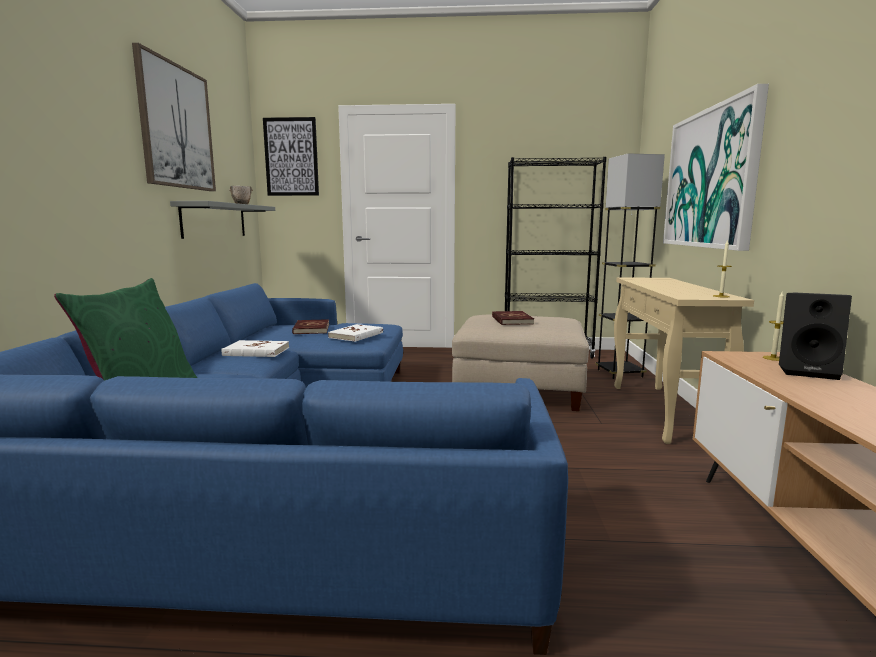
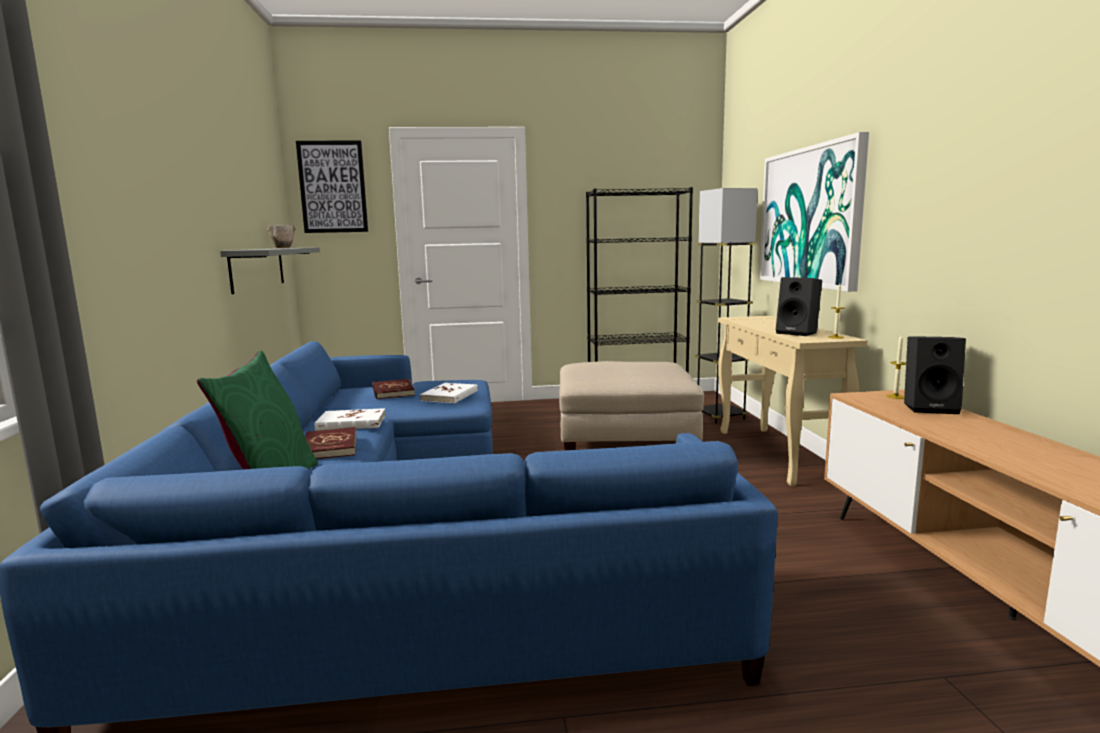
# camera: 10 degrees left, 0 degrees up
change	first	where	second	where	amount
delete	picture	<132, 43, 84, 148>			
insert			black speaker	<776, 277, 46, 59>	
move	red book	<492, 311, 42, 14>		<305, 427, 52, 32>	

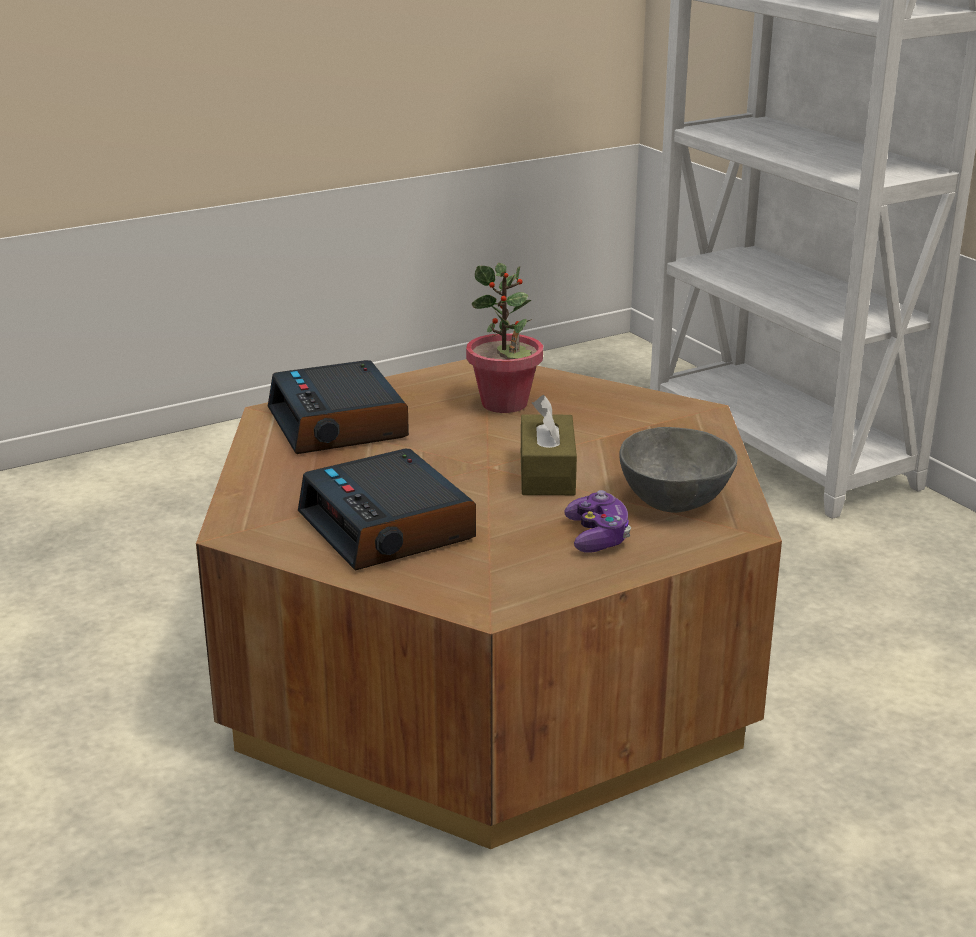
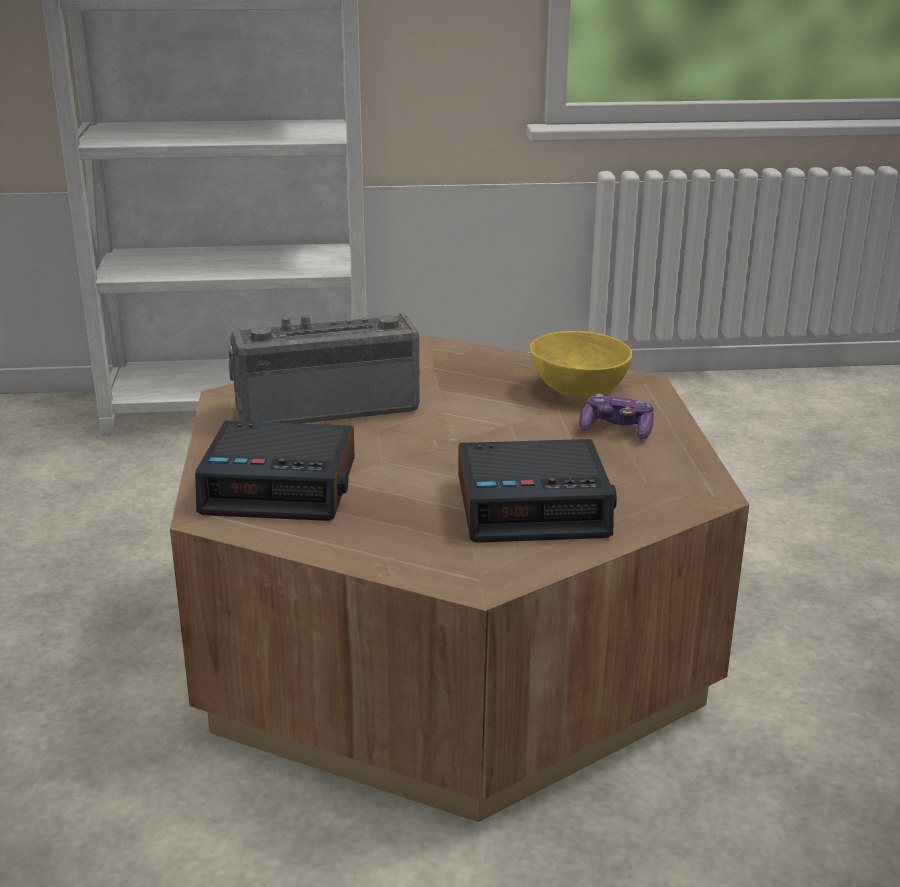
# camera: 65 degrees left, 0 degrees up
change	first	where	second	where	amount
delete	brown tissue box	<521, 395, 56, 100>			
replace	potted plant	<466, 263, 77, 150>	radio	<228, 314, 192, 110>	
recolor	grey bowl	<619, 427, 119, 86>	yellow bowl	<530, 331, 103, 68>	

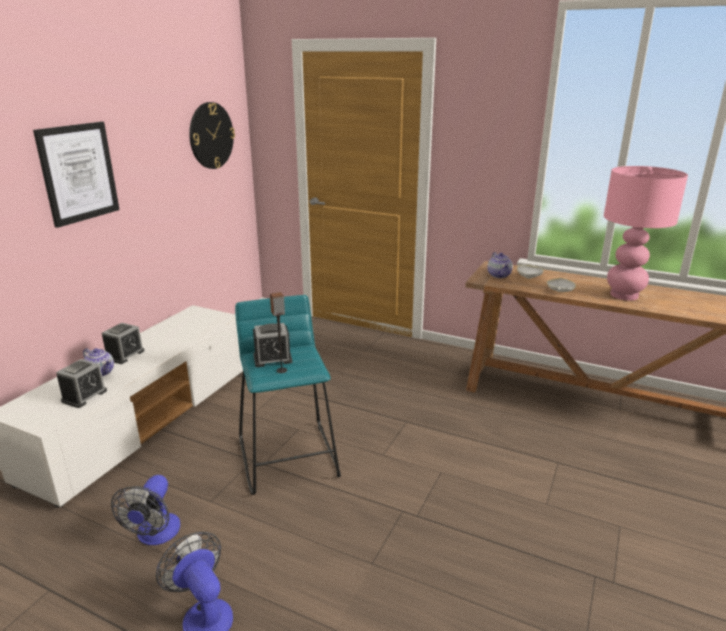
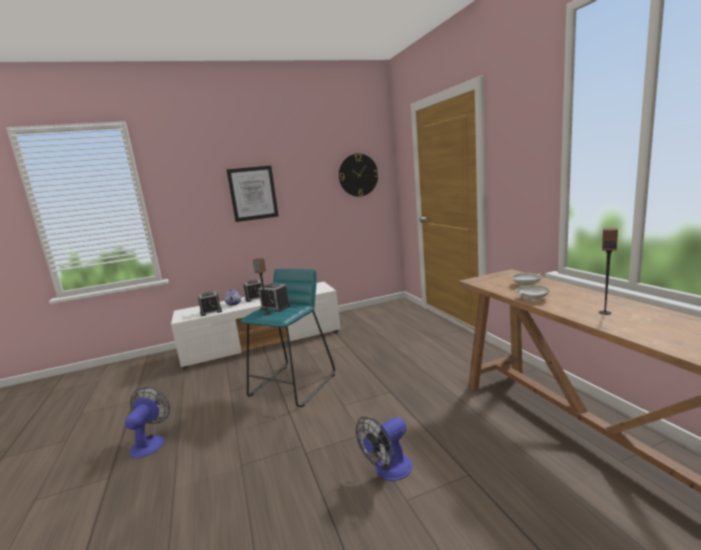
# camera: 45 degrees right, 10 degrees down
change	first	where	second	where	amount
delete	teapot	<487, 252, 26, 26>			
move	fan	<111, 475, 69, 70>		<356, 417, 56, 64>	
replace	pink table lamp	<604, 166, 84, 135>	speaker	<599, 228, 19, 87>	

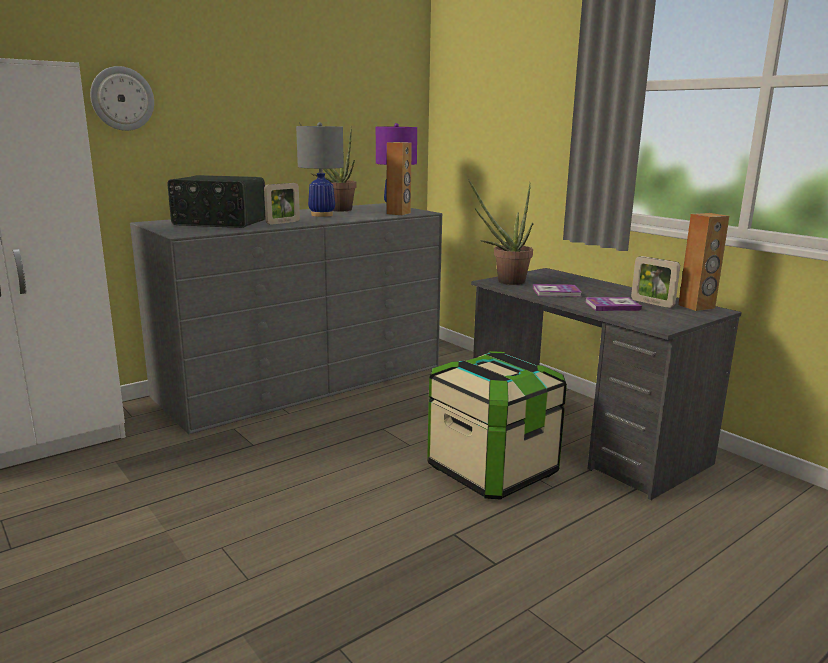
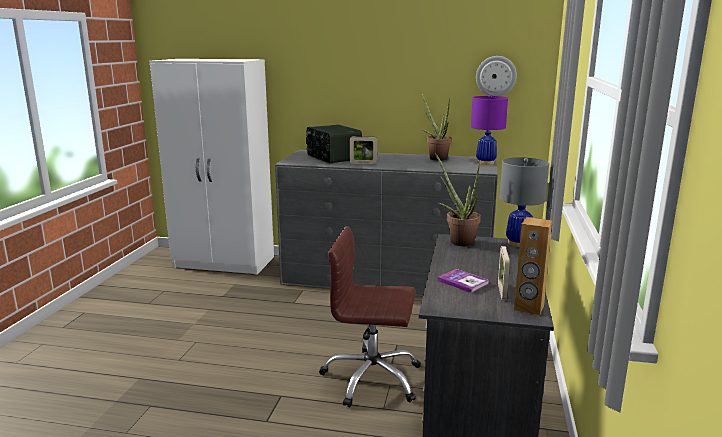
# camera: 50 degrees right, 0 degrees up
change	first	where	second	where	amount
delete	brown speaker	<387, 142, 25, 73>			
delete	book	<533, 284, 49, 13>			
move	wall clock	<90, 66, 64, 65>		<476, 56, 41, 40>	
move	grey table lamp	<296, 122, 48, 95>		<500, 157, 49, 90>	
replace	storage box	<427, 351, 140, 149>	brown office chair	<319, 226, 102, 181>	

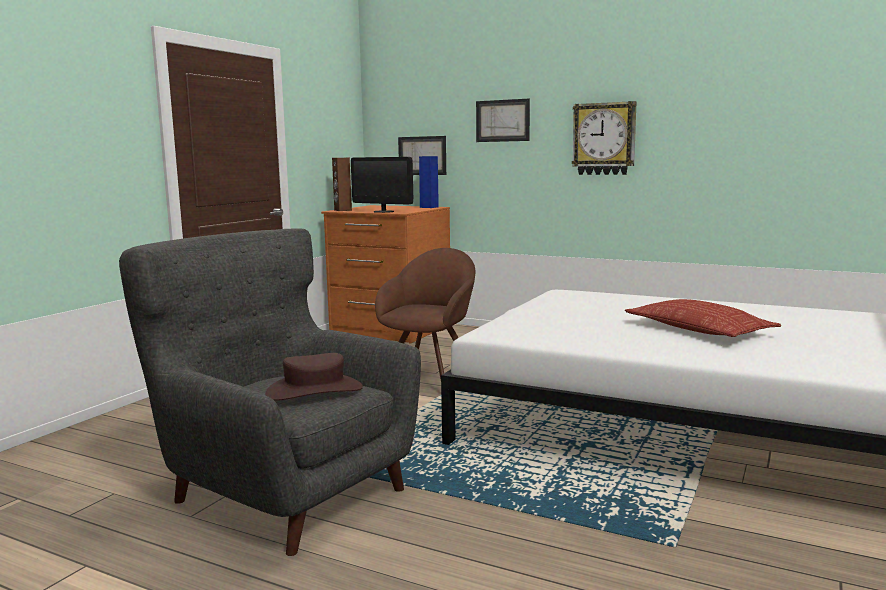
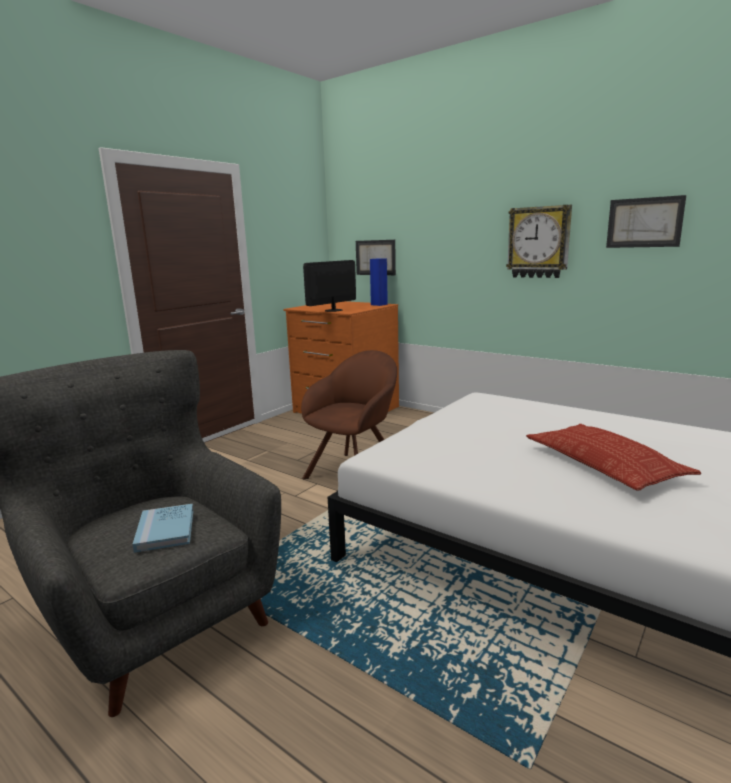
# camera: 10 degrees right, 5 degrees up
change	first	where	second	where	amount
delete	brown speaker	<332, 158, 20, 53>			
move	picture	<476, 99, 54, 43>		<606, 195, 80, 53>	
replace	brown hat	<265, 353, 98, 48>	blue book	<132, 504, 61, 49>	
rotate	monitor	<351, 157, 62, 56>		<303, 260, 53, 52>	90 degrees clockwise

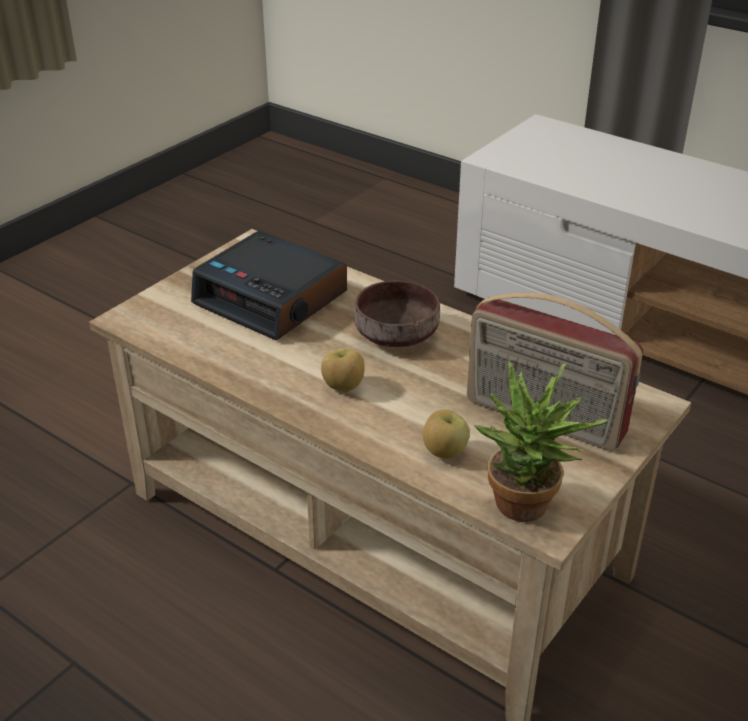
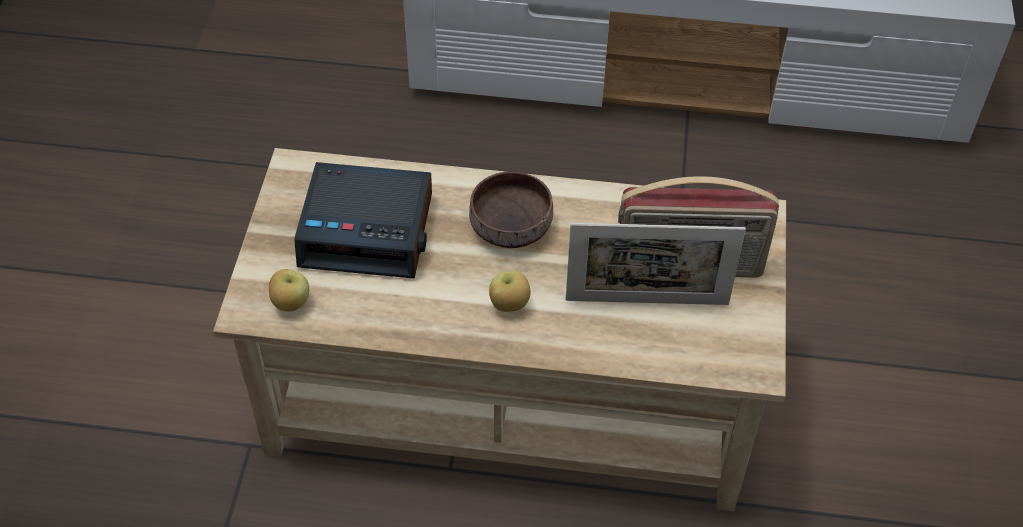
# camera: 30 degrees left, 15 degrees up
change	first	where	second	where	amount
delete	potted plant	<473, 361, 136, 161>			
insert			picture frame	<566, 223, 180, 82>	
move	apple	<423, 409, 47, 50>		<269, 269, 40, 43>	

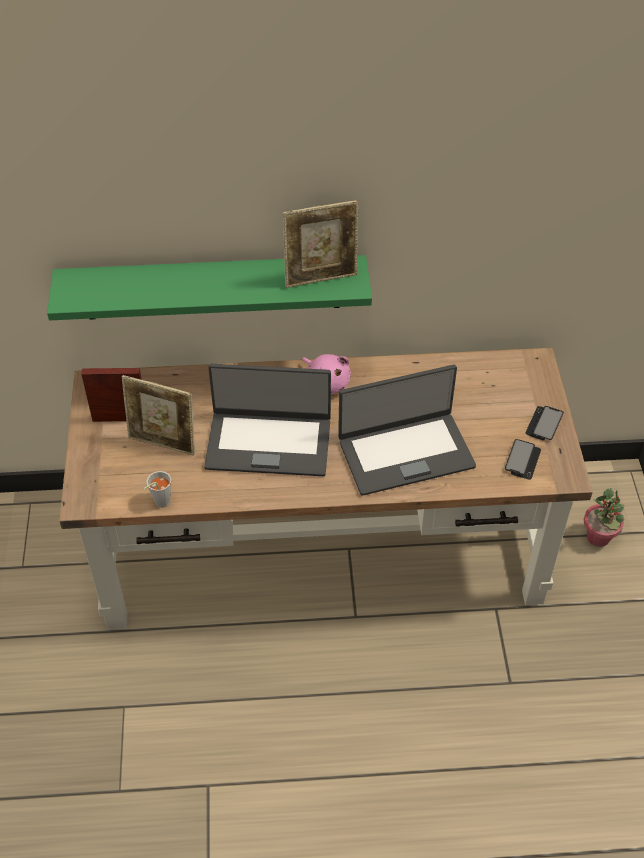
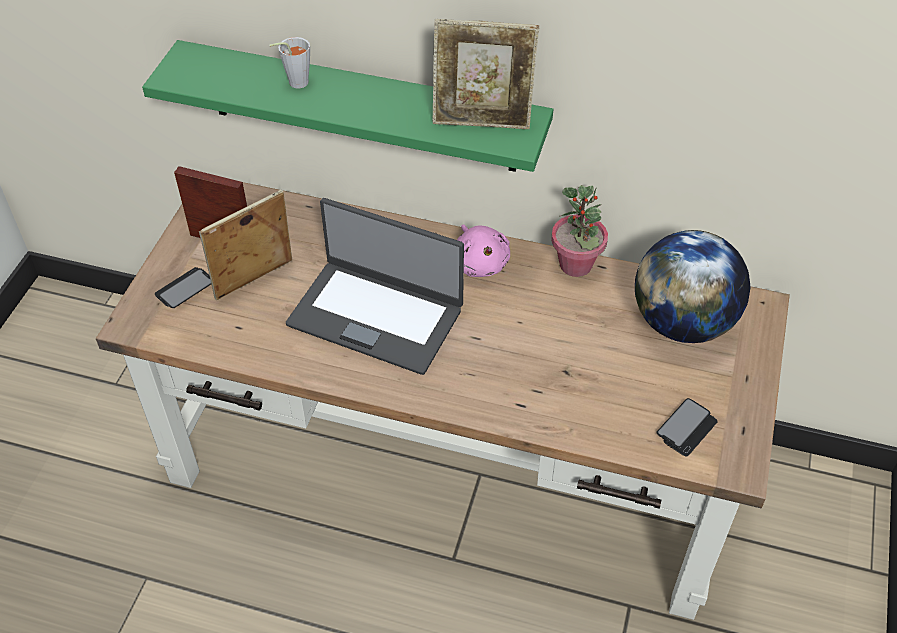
# camera: 20 degrees right, 0 degrees up
change	first	where	second	where	amount
delete	laptop	<338, 365, 138, 131>			
insert			globe	<635, 230, 116, 113>	
move	grey cup	<144, 471, 28, 37>		<269, 37, 41, 51>	
move	phone	<525, 406, 39, 34>		<155, 267, 56, 41>	
move	potted plant	<584, 488, 41, 59>		<551, 185, 57, 92>	
rotate	picture frame	<122, 375, 73, 81>		<199, 190, 93, 110>	105 degrees clockwise

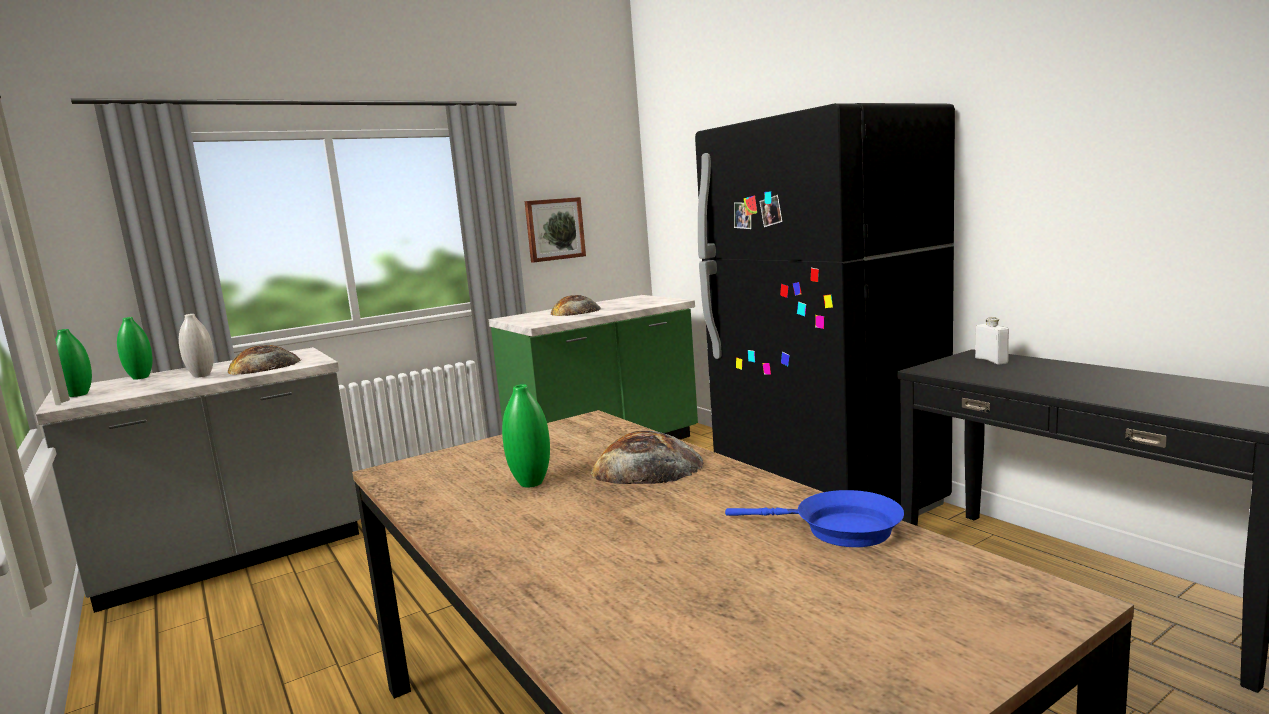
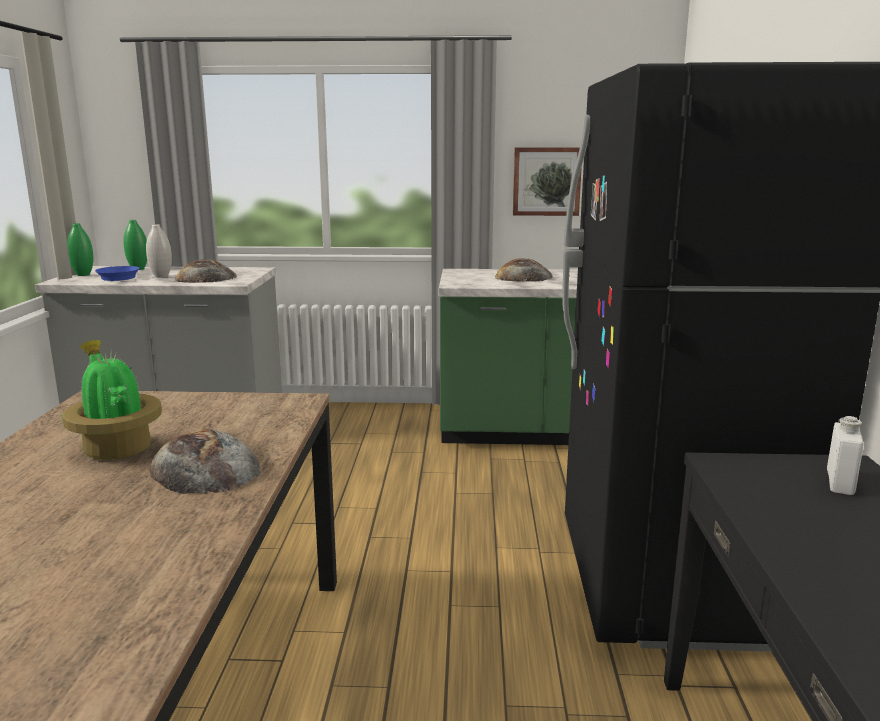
# camera: 35 degrees right, 5 degrees up
change	first	where	second	where	amount
move	blue frying pan	<725, 490, 179, 57>		<95, 266, 45, 15>	
replace	green vase	<502, 384, 48, 104>	potted plant	<62, 340, 100, 120>	

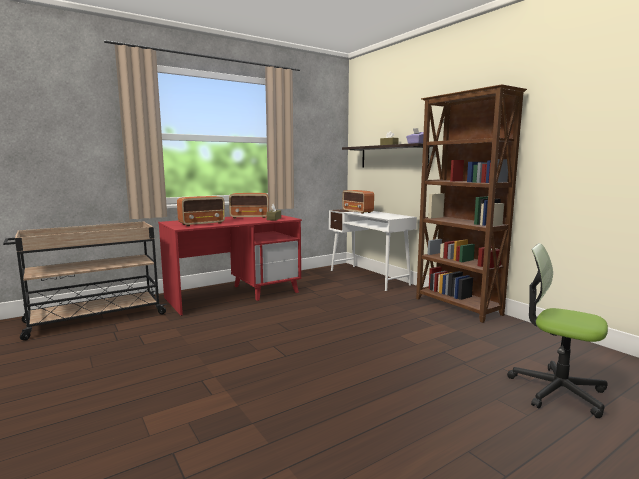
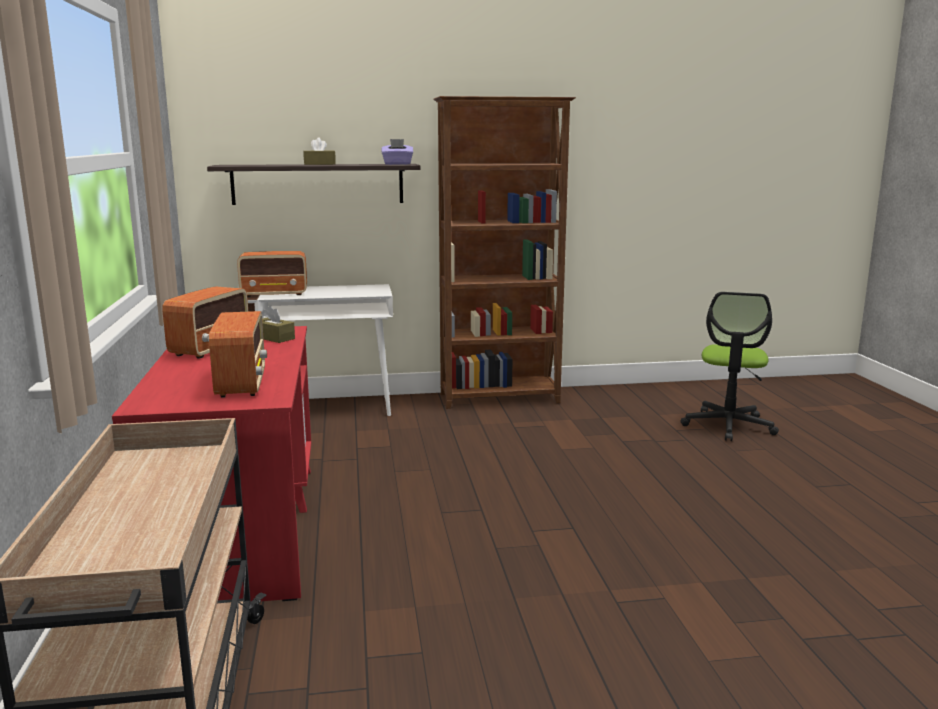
# camera: 65 degrees left, 5 degrees up
change	first	where	second	where	amount
rotate	office chair	<507, 243, 101, 175>		<681, 292, 98, 149>	45 degrees counterclockwise

